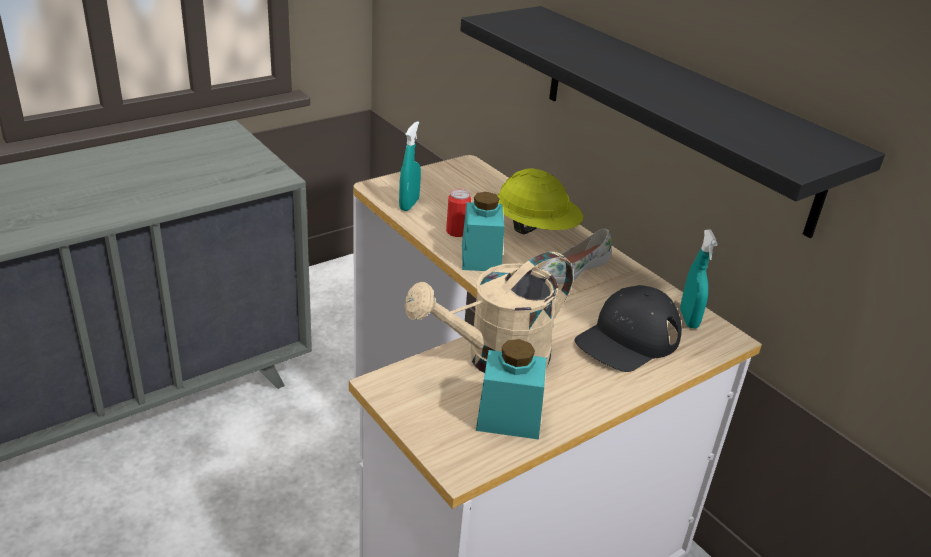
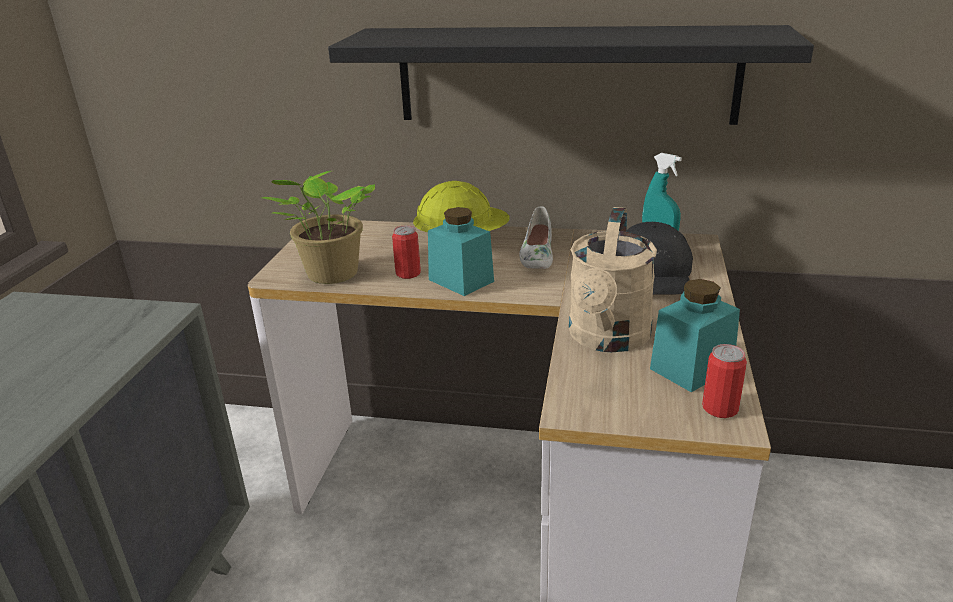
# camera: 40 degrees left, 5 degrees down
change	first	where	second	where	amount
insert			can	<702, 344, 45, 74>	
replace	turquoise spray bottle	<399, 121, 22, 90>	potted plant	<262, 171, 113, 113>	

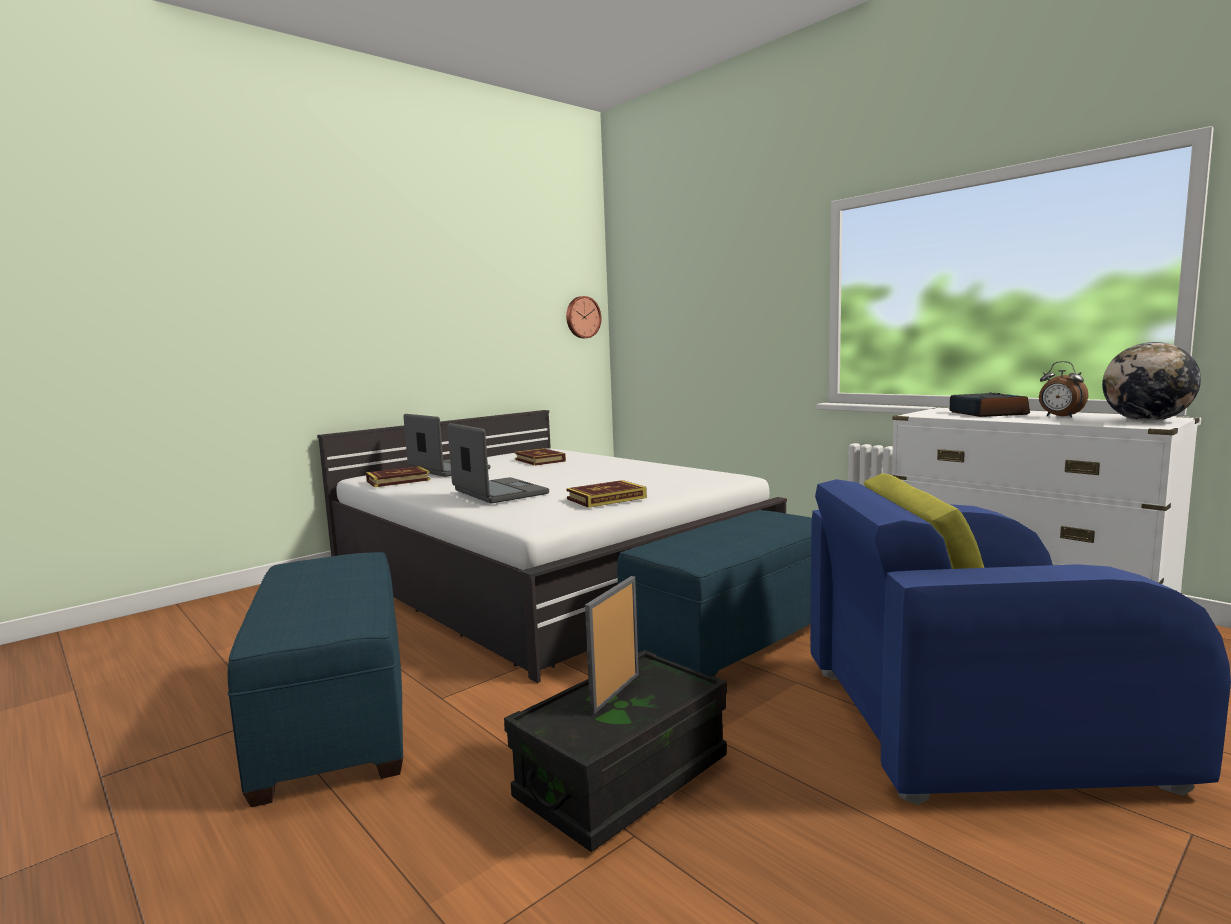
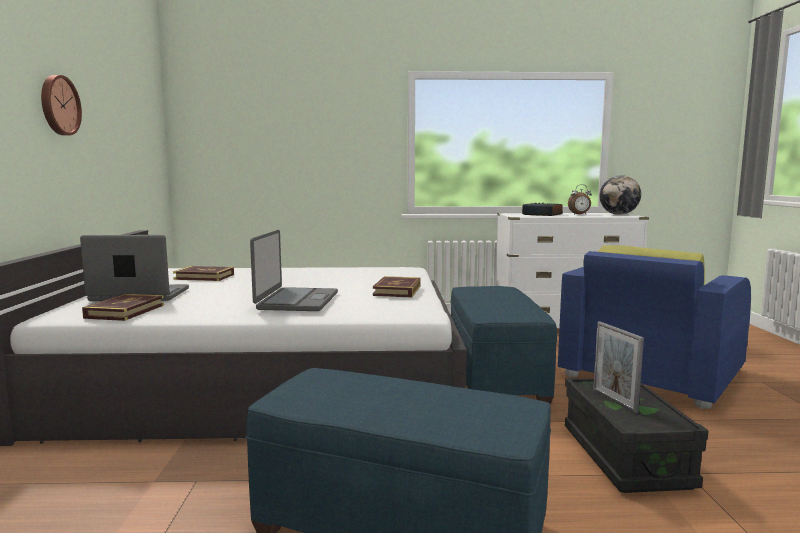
# camera: 50 degrees left, 0 degrees up
change	first	where	second	where	amount
move	wall clock	<566, 296, 35, 42>		<41, 75, 41, 60>	
rotate	laptop	<448, 423, 101, 80>		<250, 230, 88, 81>	90 degrees clockwise

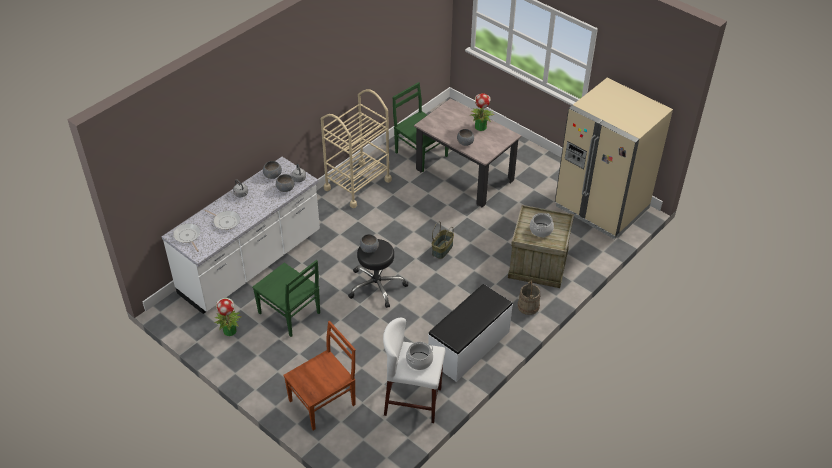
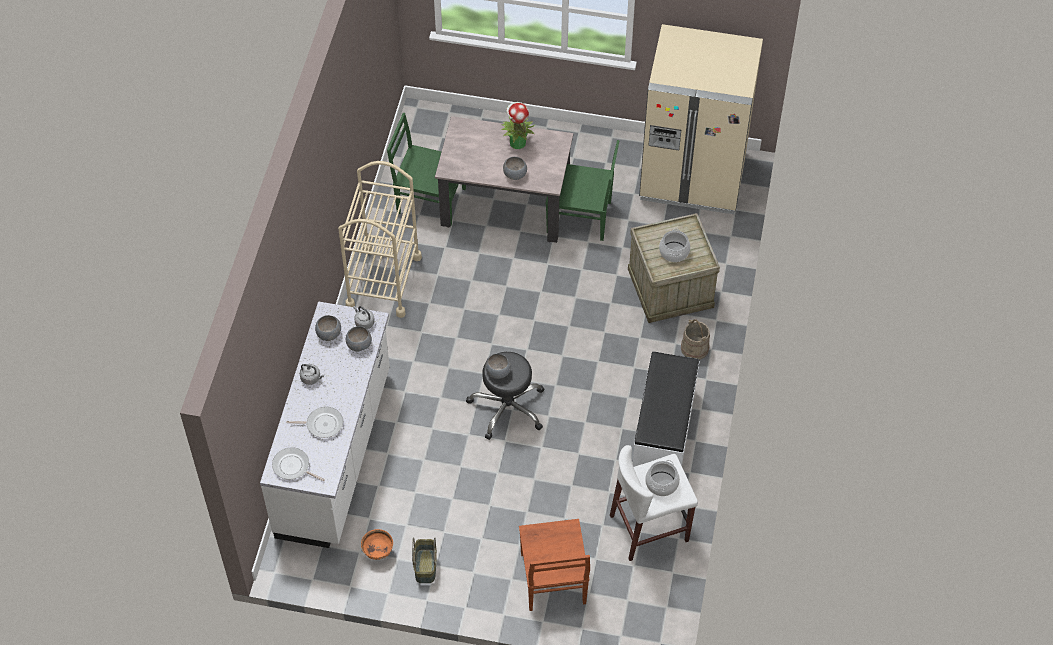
# camera: 30 degrees left, 10 degrees up
change	first	where	second	where	amount
move	green chair	<252, 260, 68, 77>		<545, 140, 74, 101>	
move	basket	<432, 221, 22, 38>		<412, 537, 25, 46>	
replace	potted plant	<214, 298, 28, 38>	orange bowl	<361, 529, 32, 31>	
rotate	brown chair	<283, 321, 72, 110>		<519, 519, 71, 92>	150 degrees clockwise

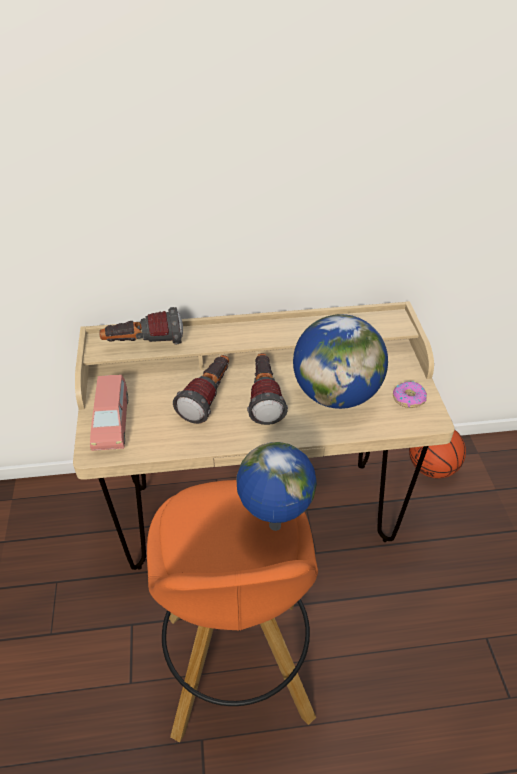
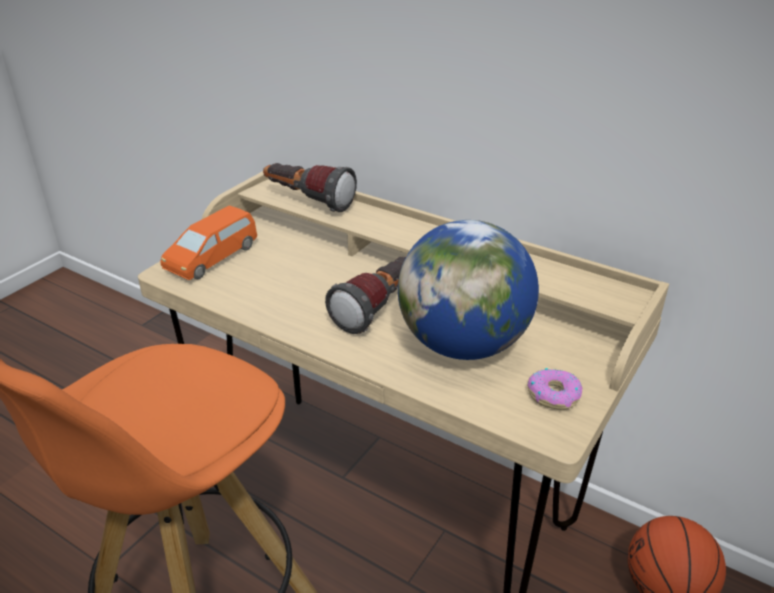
# camera: 40 degrees right, 10 degrees down
change	first	where	second	where	amount
delete	flashlight	<173, 355, 56, 69>			
delete	globe	<236, 442, 81, 89>			
recolor	pink toy car	<90, 375, 38, 76>	orange toy car	<160, 205, 97, 75>	

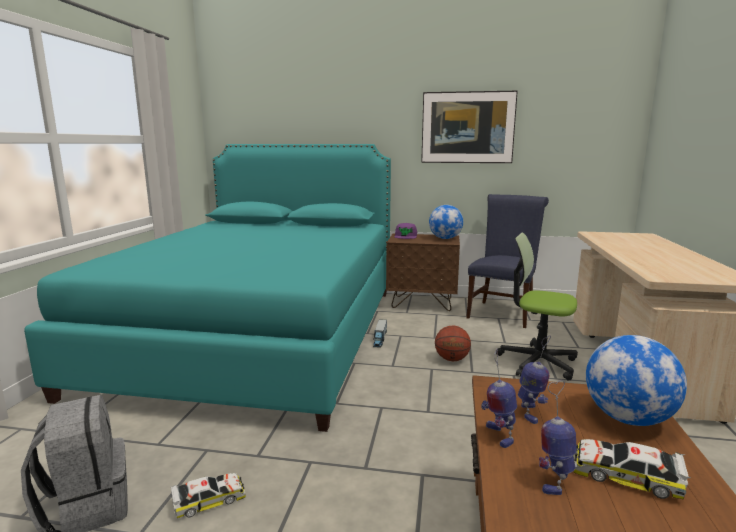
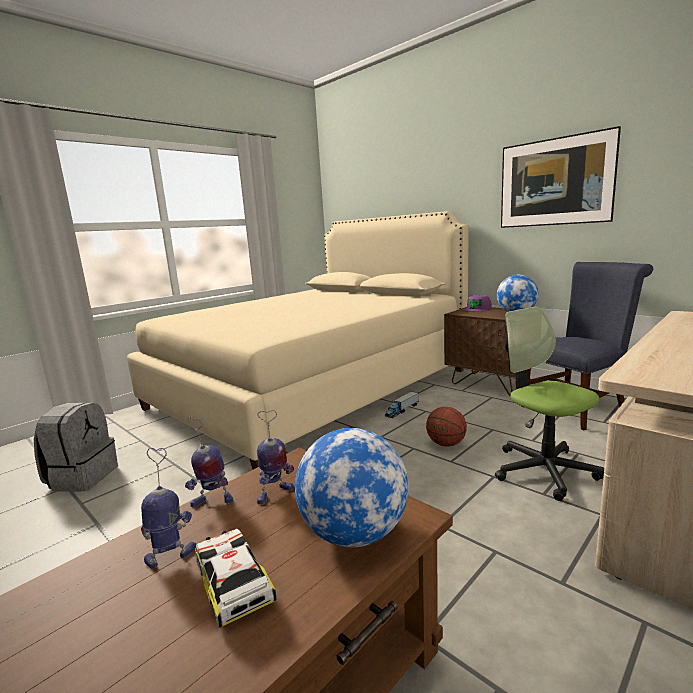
# camera: 35 degrees right, 0 degrees up
change	first	where	second	where	amount
delete	toy car	<170, 473, 76, 45>			
recolor	turquoise bed	<24, 144, 367, 288>	beige bed	<127, 211, 342, 259>	
rotate	toy robot	<481, 348, 36, 100>		<185, 417, 49, 91>	120 degrees counterclockwise

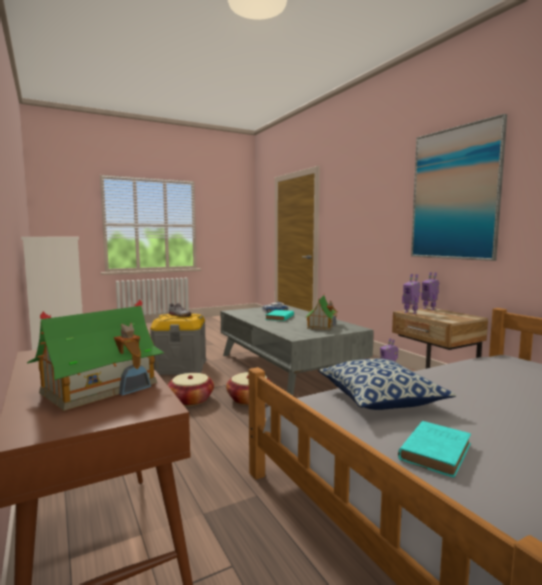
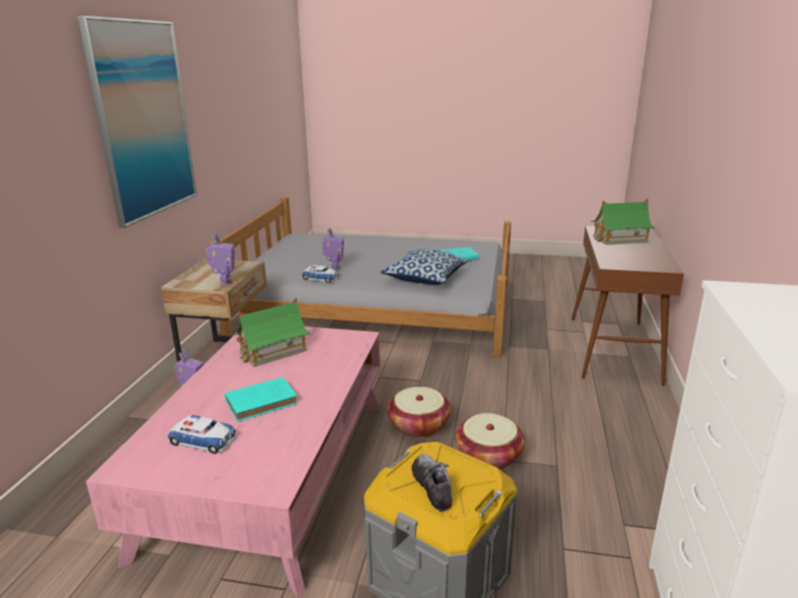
# camera: 140 degrees left, 15 degrees up
change	first	where	second	where	amount
insert			toy car	<302, 264, 37, 19>	
move	toy robot	<421, 272, 18, 38>		<322, 228, 22, 43>	
recolor	grey coffee table	<221, 305, 153, 91>	pink coffee table	<86, 326, 294, 272>	

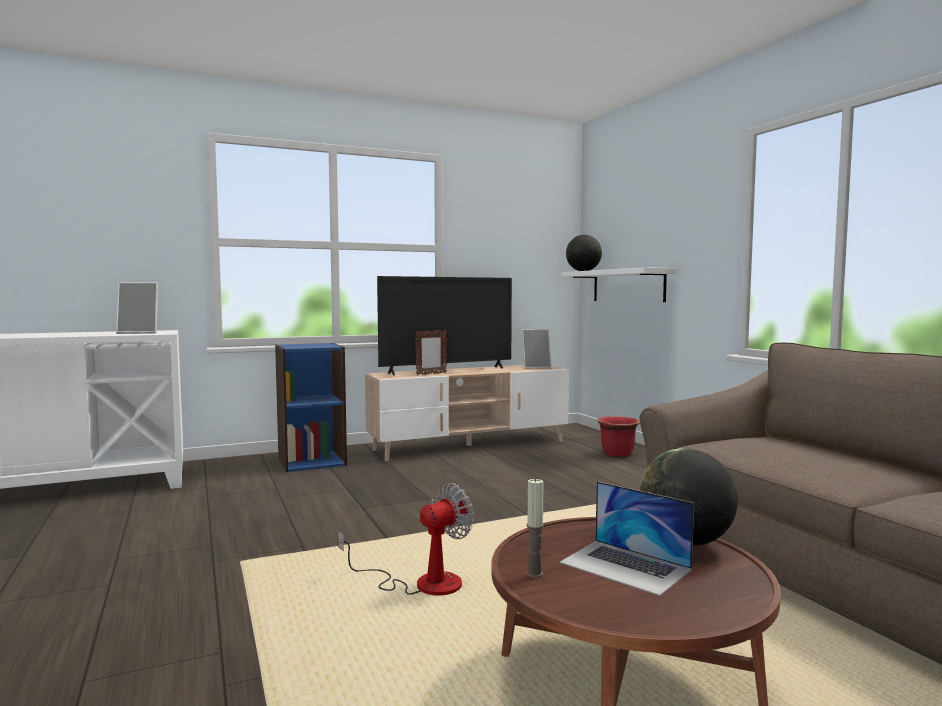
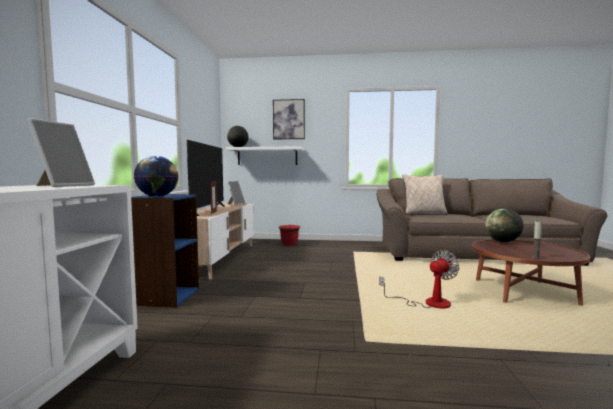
# camera: 60 degrees left, 0 degrees up
change	first	where	second	where	amount
delete	laptop	<560, 481, 134, 115>			
insert			globe	<134, 156, 44, 41>	
insert			picture	<273, 99, 32, 40>	
insert			beige pillow	<402, 174, 46, 41>	
rotate	fan	<338, 483, 136, 113>		<379, 250, 80, 58>	60 degrees clockwise

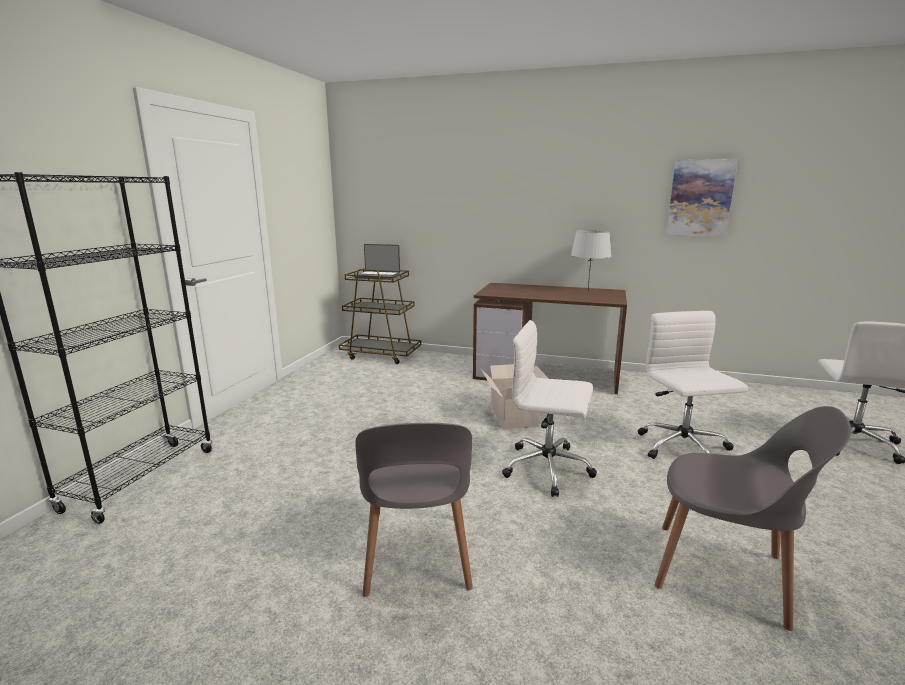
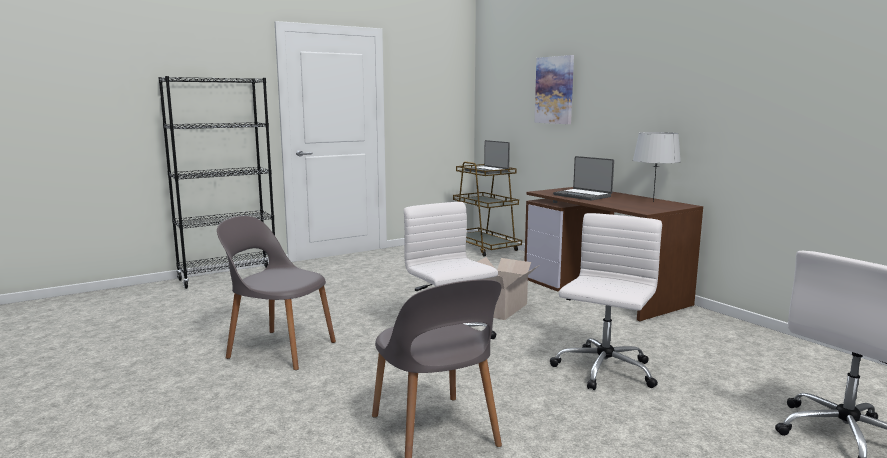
# camera: 40 degrees right, 5 degrees down
change	first	where	second	where	amount
insert			laptop	<553, 156, 61, 45>	
move	picture	<666, 159, 72, 77>		<535, 55, 39, 69>	
rotate	grey chair	<355, 423, 118, 174>		<217, 216, 119, 154>	75 degrees clockwise

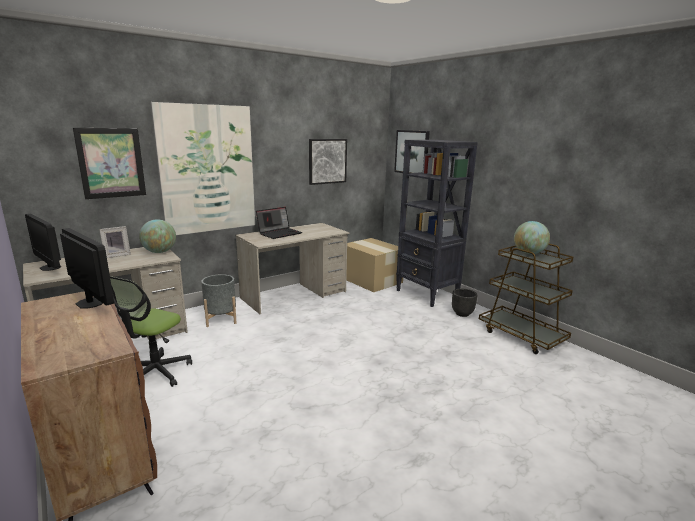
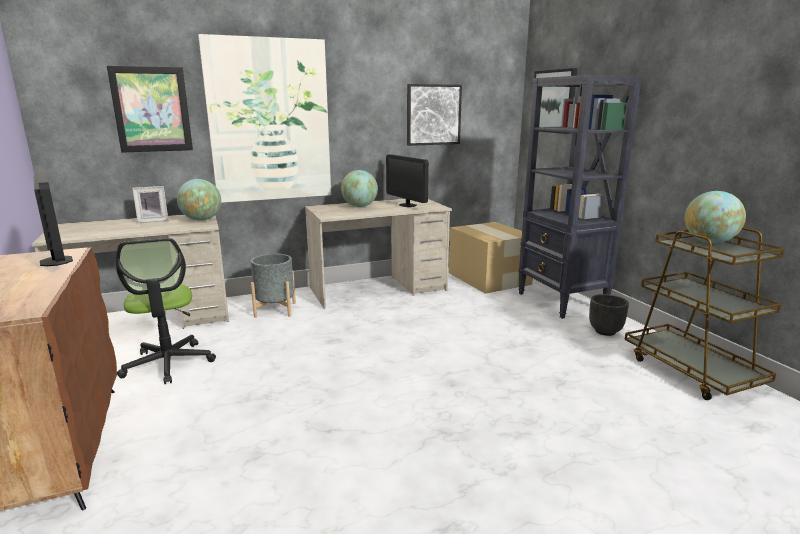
# camera: 15 degrees right, 0 degrees up
change	first	where	second	where	amount
move	monitor	<25, 214, 36, 57>		<386, 154, 43, 53>	
replace	laptop	<256, 207, 46, 32>	globe	<341, 170, 37, 37>	
rotate	office chair	<110, 276, 82, 111>		<116, 238, 100, 146>	60 degrees counterclockwise

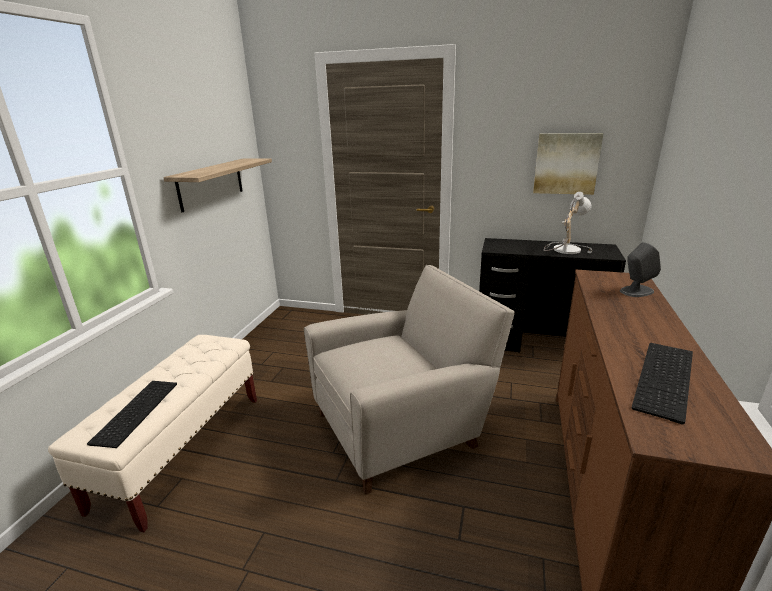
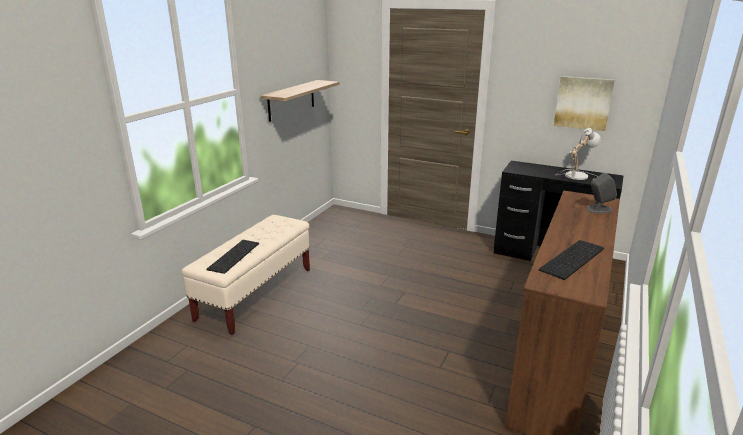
# camera: 10 degrees right, 0 degrees up
change	first	where	second	where	amount
delete	beige armchair	<304, 265, 211, 229>			

